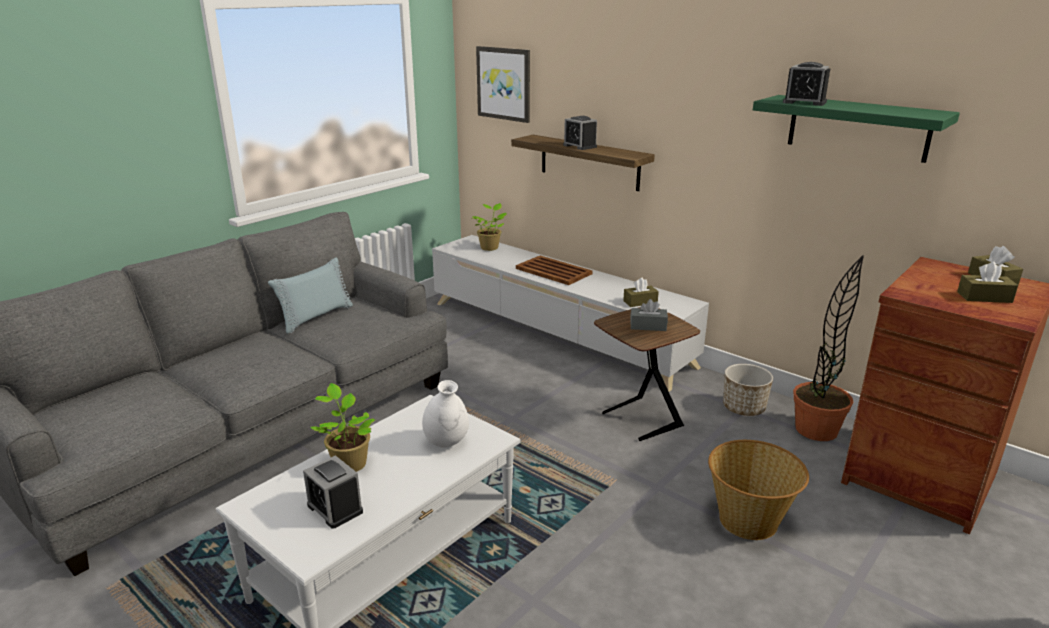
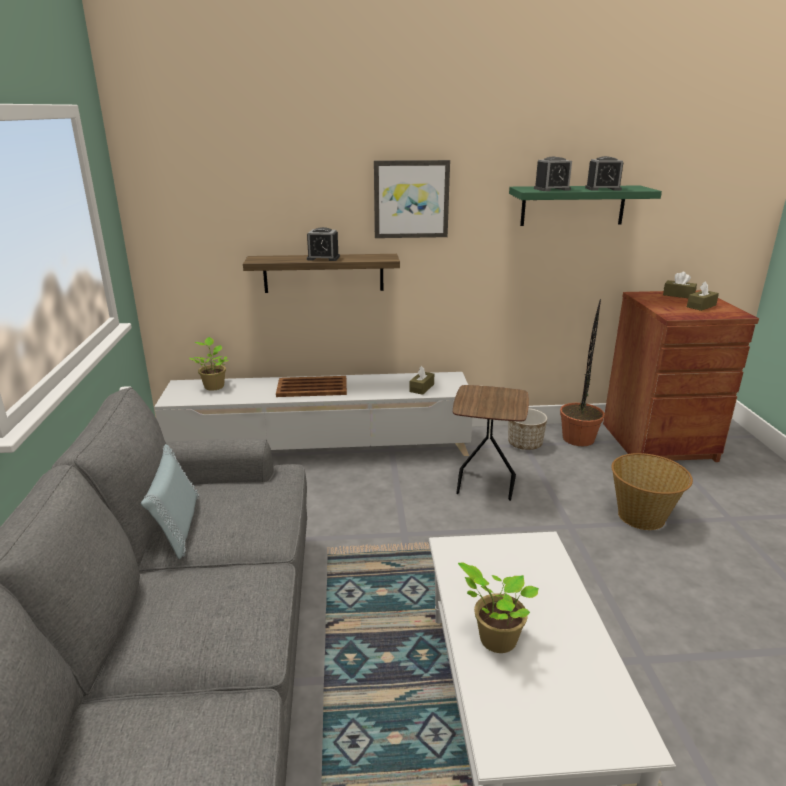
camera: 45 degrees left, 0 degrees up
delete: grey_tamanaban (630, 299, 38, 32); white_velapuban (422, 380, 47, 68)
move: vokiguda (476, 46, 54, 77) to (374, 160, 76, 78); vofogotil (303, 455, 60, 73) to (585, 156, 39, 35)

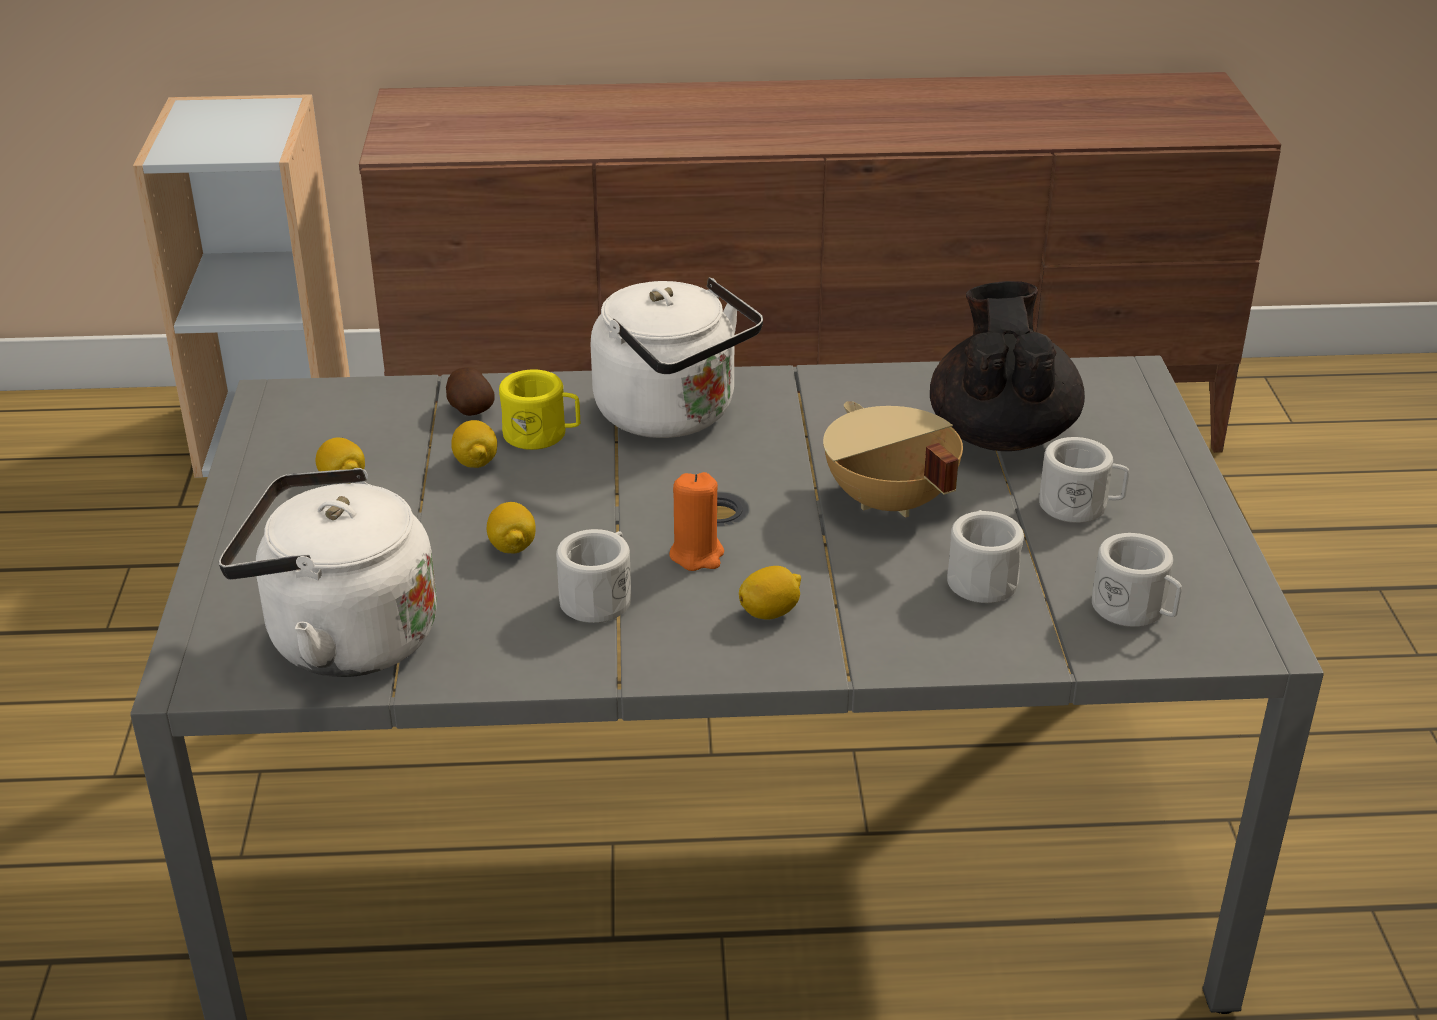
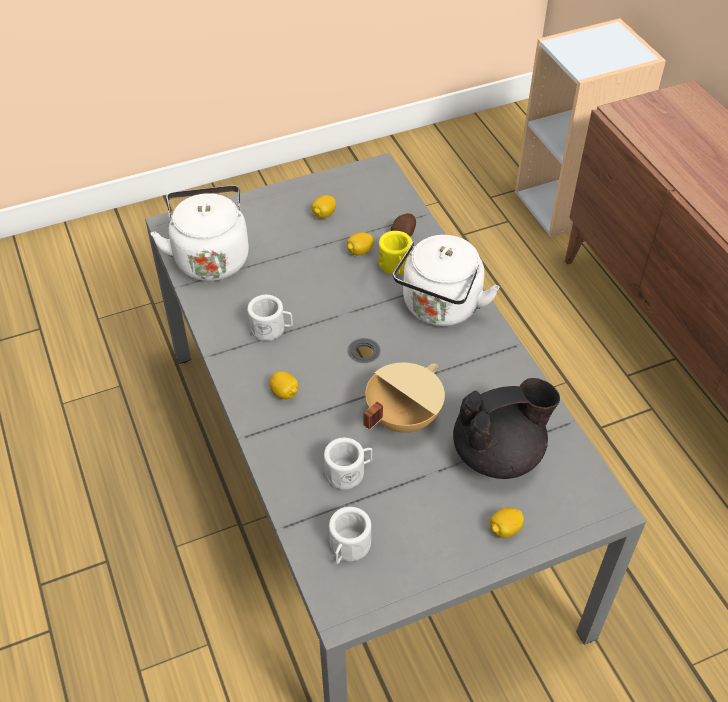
camera: 70 degrees right, 15 degrees up
delete: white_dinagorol (1039, 437, 90, 86); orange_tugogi (669, 472, 55, 99)
move: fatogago (487, 502, 49, 52) to (490, 507, 34, 31)

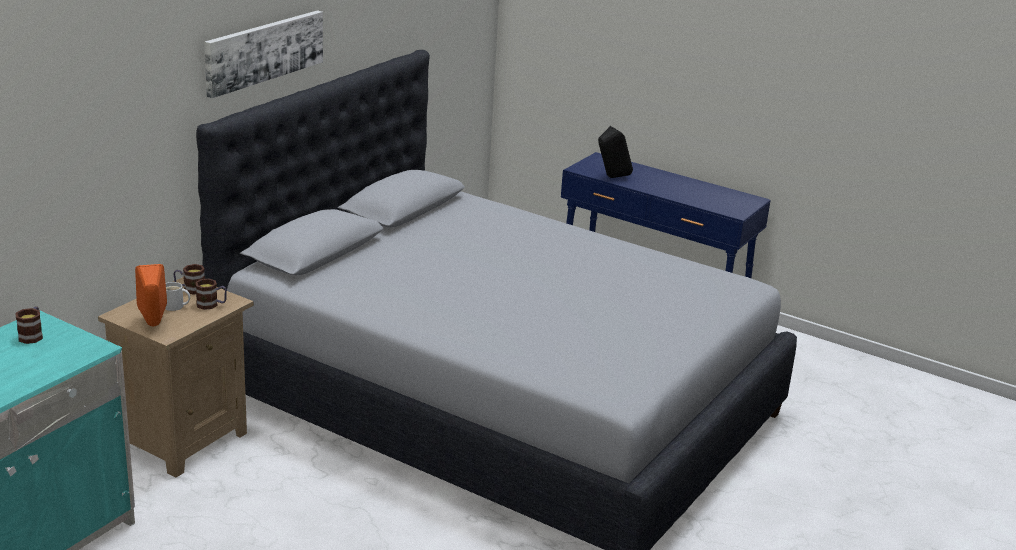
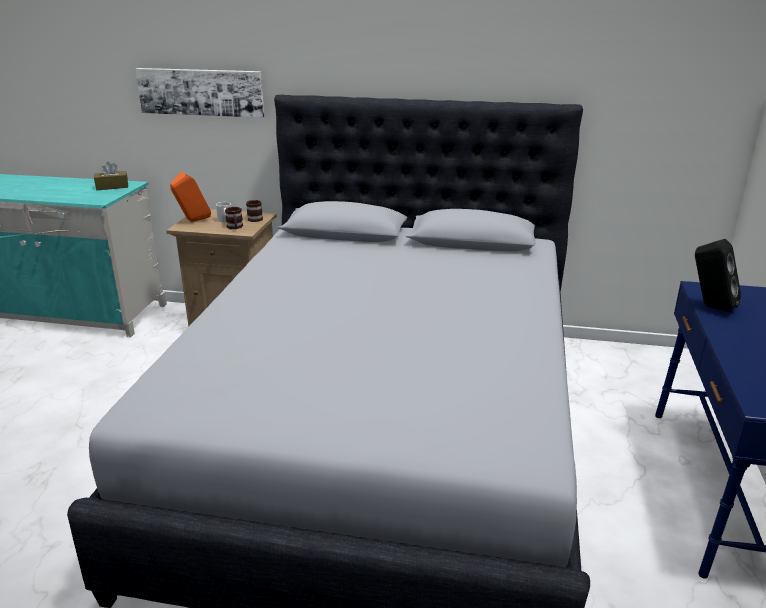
camera: 70 degrees right, 0 degrees up
move: vokiguda (204, 10, 119, 88) to (135, 68, 129, 50)
replace: dinagorol (16, 306, 27, 38) to brown_tamanaban (94, 162, 34, 28)

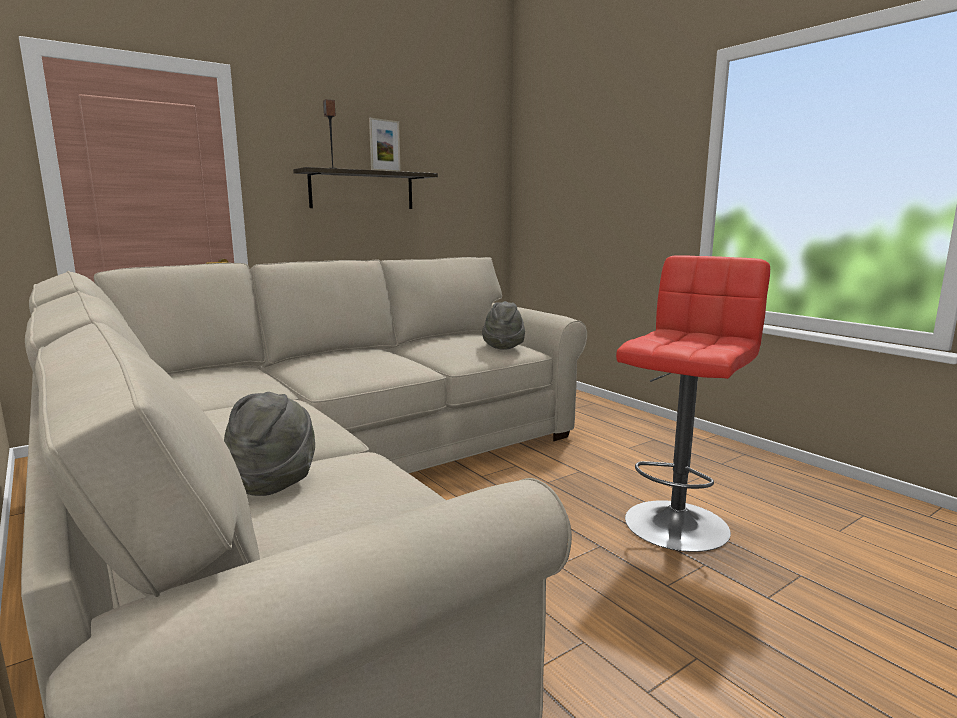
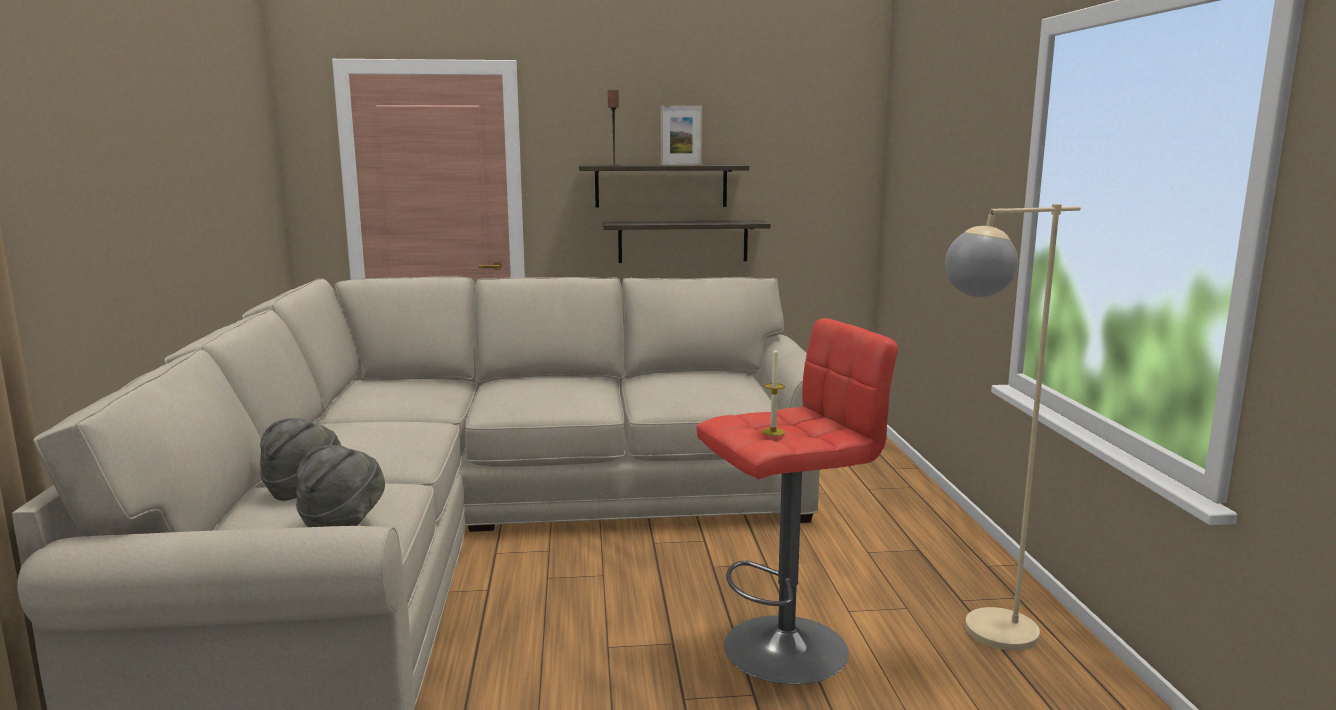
camera: 30 degrees right, 0 degrees up
insert: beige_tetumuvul (945, 204, 136, 447); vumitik (602, 220, 169, 43); tugogi (761, 347, 24, 89)
move: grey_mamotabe (482, 301, 43, 49) to (296, 445, 89, 82)

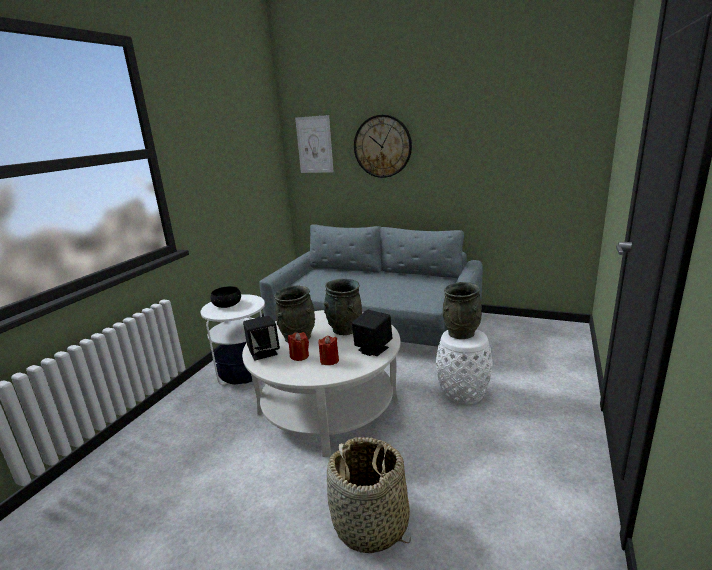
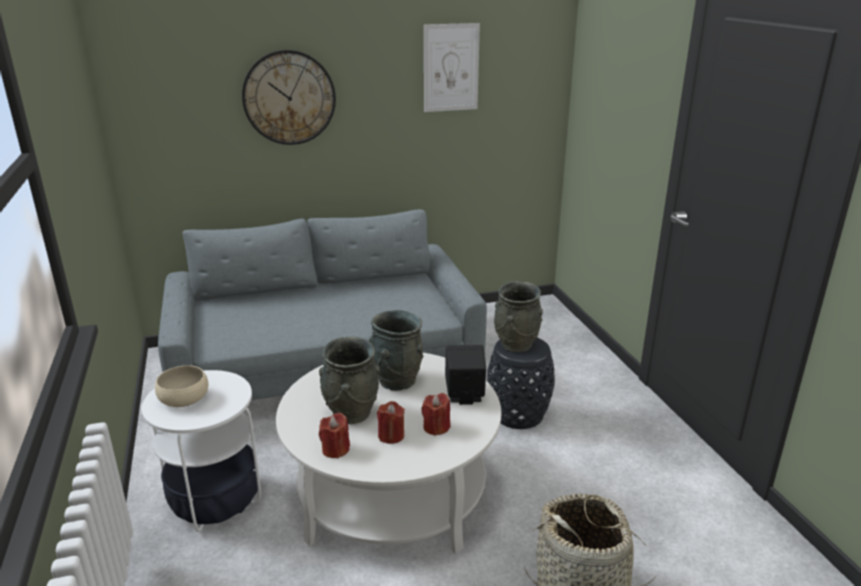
camera: 40 degrees left, 5 degrees up
move: vokiguda (295, 115, 39, 58) to (424, 23, 56, 89)
replace: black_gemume (243, 316, 37, 45) to red_tugogi (319, 413, 31, 46)
recolor: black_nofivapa (211, 286, 30, 22) to beige_nofivapa (155, 365, 53, 42); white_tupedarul (436, 329, 56, 76) to black_tupedarul (487, 337, 68, 92)

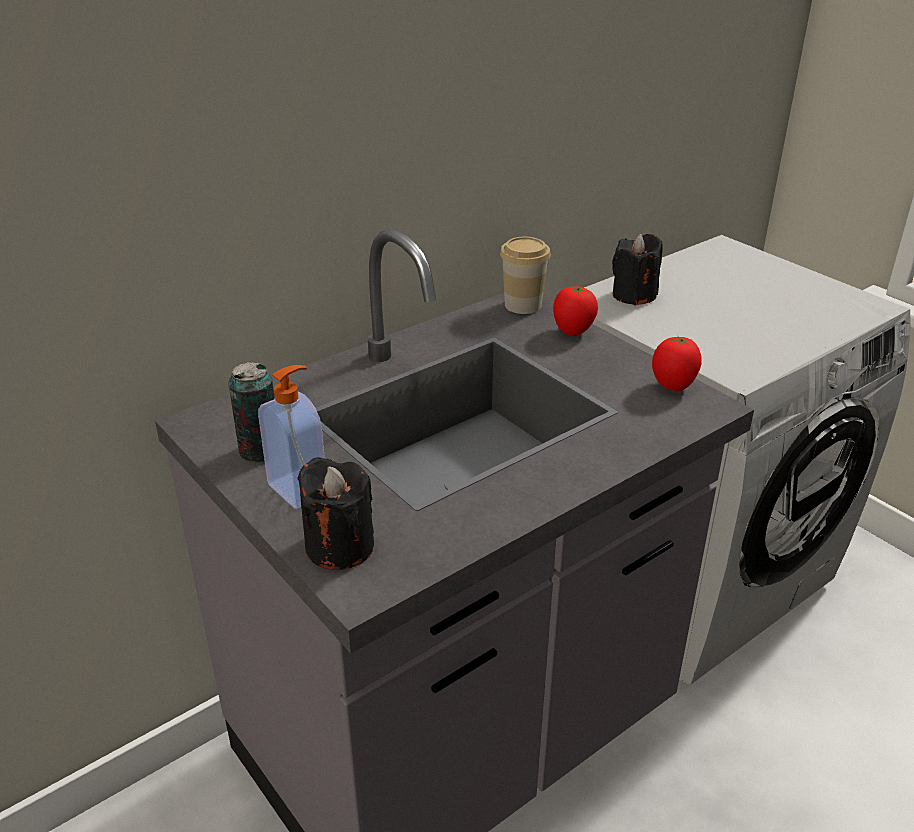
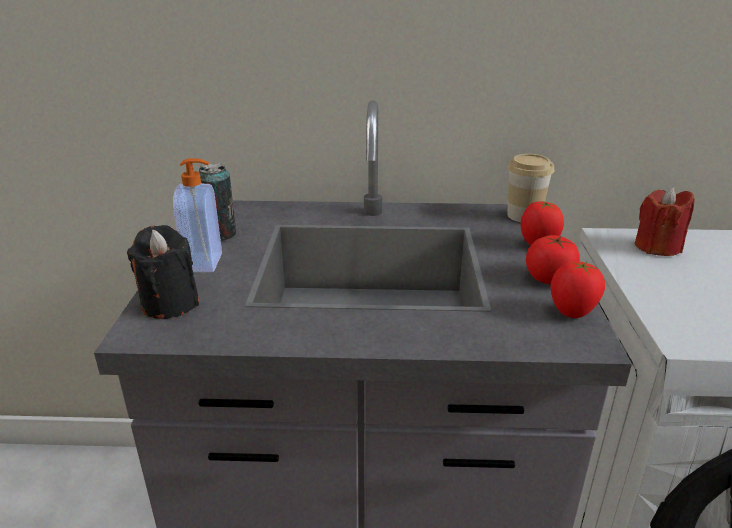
camera: 40 degrees right, 5 degrees down
insert: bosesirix (526, 235, 54, 50)
recolor: black_tugogi (612, 234, 51, 72) to red_tugogi (635, 187, 60, 69)

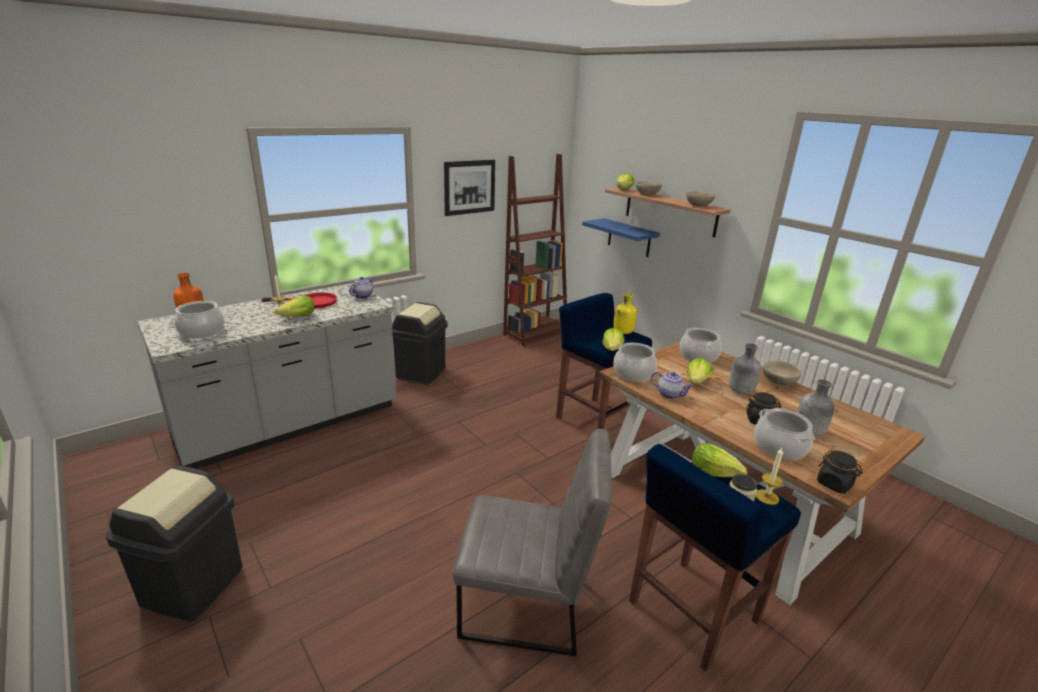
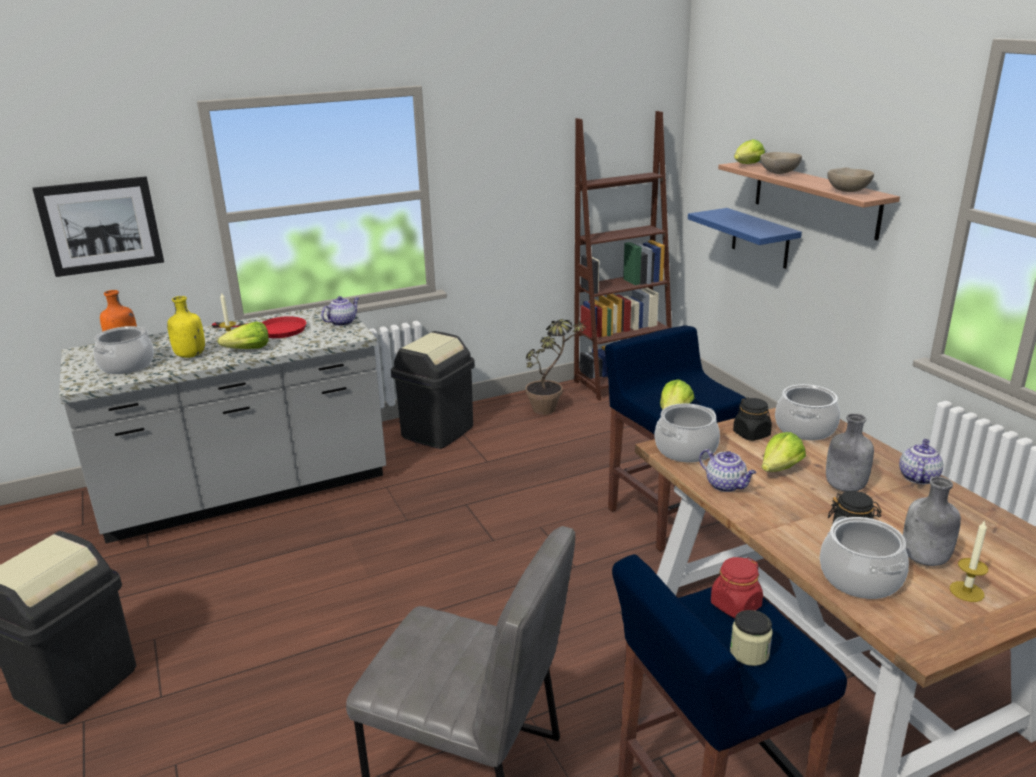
camera: 15 degrees right, 0 degrees up
insert: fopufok (525, 318, 63, 97)
move: vokiguda (444, 160, 51, 56) to (32, 176, 132, 101); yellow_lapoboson (614, 293, 23, 41) to (167, 296, 38, 62); tugogi (756, 448, 27, 57) to (950, 520, 38, 82); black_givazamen (817, 450, 45, 44) to (733, 397, 39, 44)
replace: beige_nofivapa (763, 361, 38, 25) to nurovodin (899, 439, 44, 45); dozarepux (692, 443, 55, 34) to red_givazamen (711, 557, 52, 61)

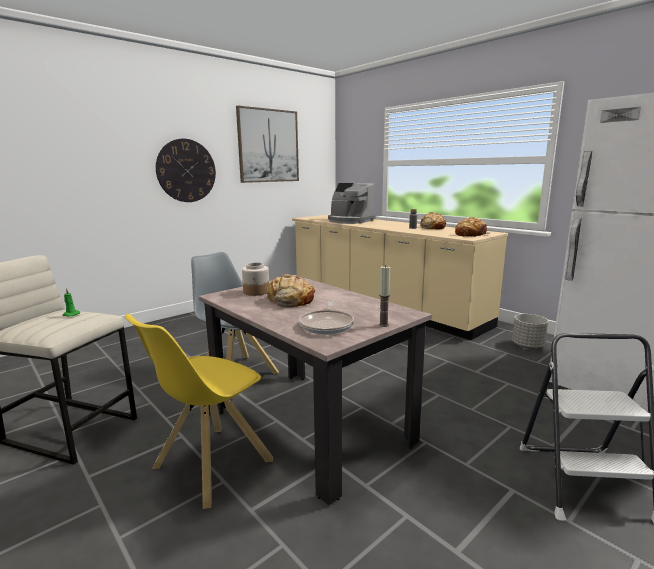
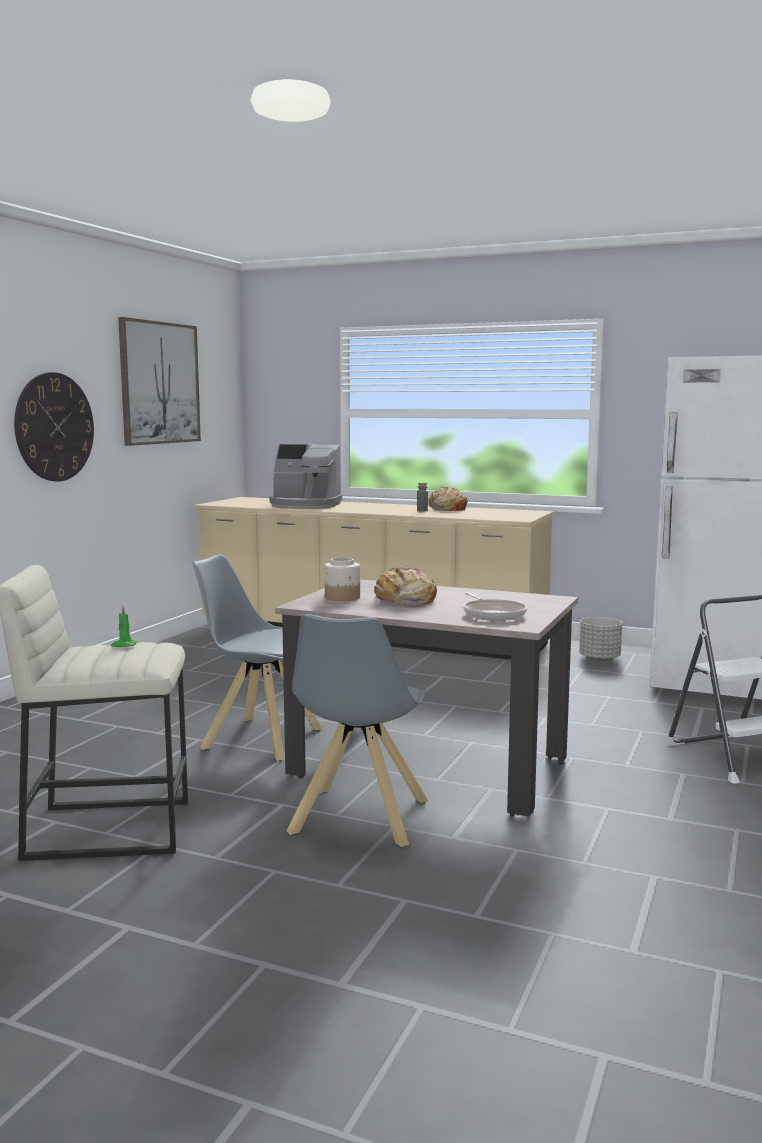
camera: 25 degrees left, 5 degrees down
delete: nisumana (455, 217, 34, 20); tugogi (379, 265, 11, 62)
recolor: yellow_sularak (125, 314, 148, 195) to grey_sularak (287, 614, 141, 233)

